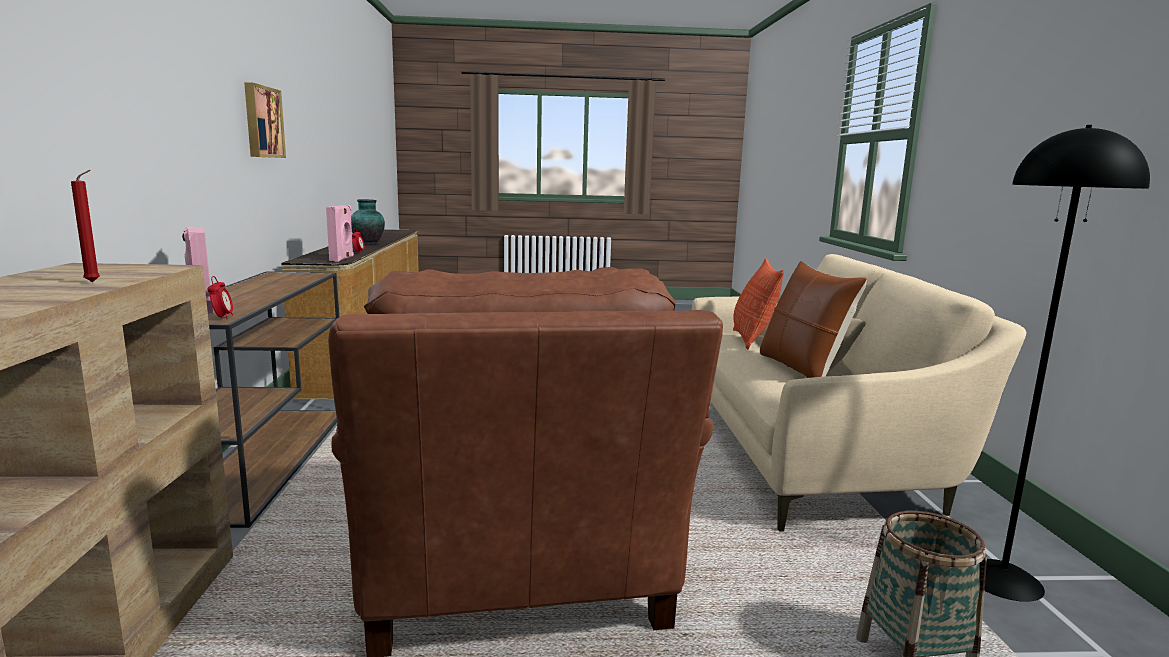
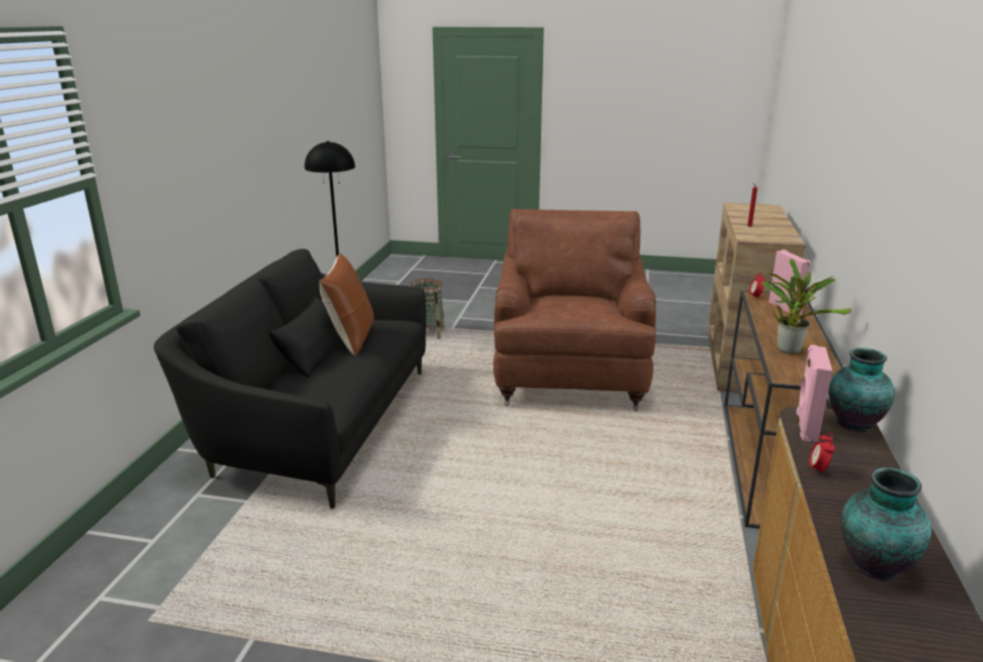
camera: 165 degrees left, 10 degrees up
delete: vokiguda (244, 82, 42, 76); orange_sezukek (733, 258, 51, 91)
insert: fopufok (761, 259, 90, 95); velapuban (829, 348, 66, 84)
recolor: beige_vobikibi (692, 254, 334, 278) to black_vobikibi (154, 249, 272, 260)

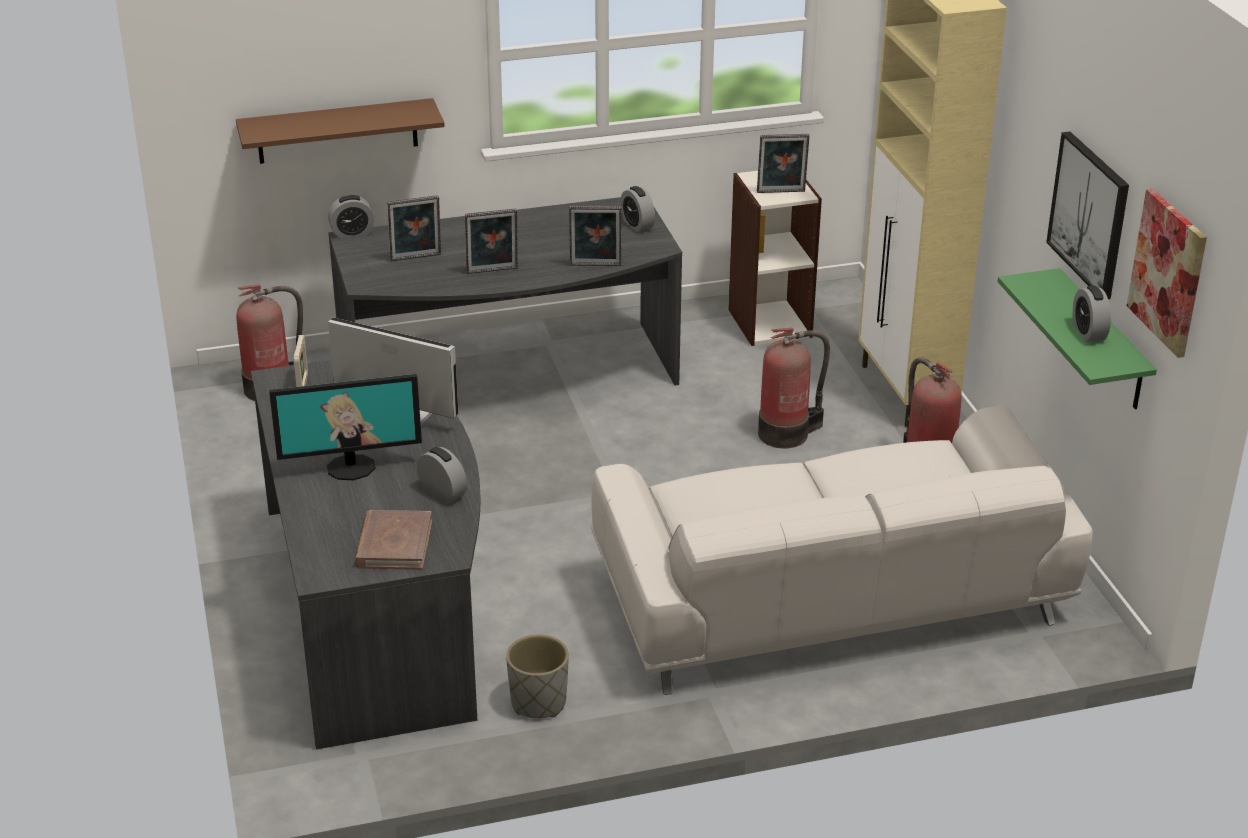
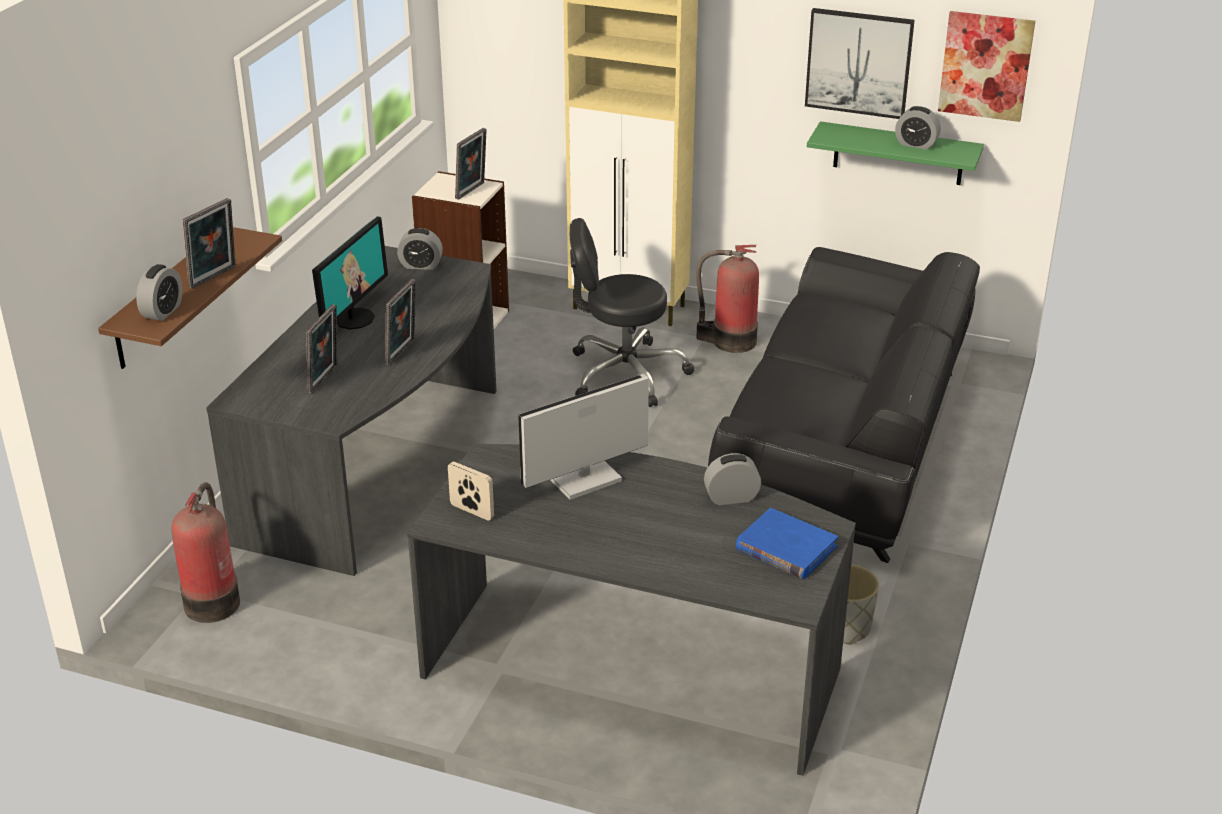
camera: 55 degrees left, 0 degrees up
move: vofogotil (328, 195, 46, 44) to (136, 264, 47, 57); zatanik (569, 206, 52, 60) to (183, 198, 53, 91); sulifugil (269, 374, 153, 106) to (312, 216, 76, 114)
replace: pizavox (758, 328, 72, 120) to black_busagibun (570, 218, 124, 189)
recolor: white_vobikibi (591, 405, 502, 290) to black_vobikibi (708, 247, 272, 316); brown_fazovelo (354, 510, 78, 60) to blue_fazovelo (736, 508, 102, 71)

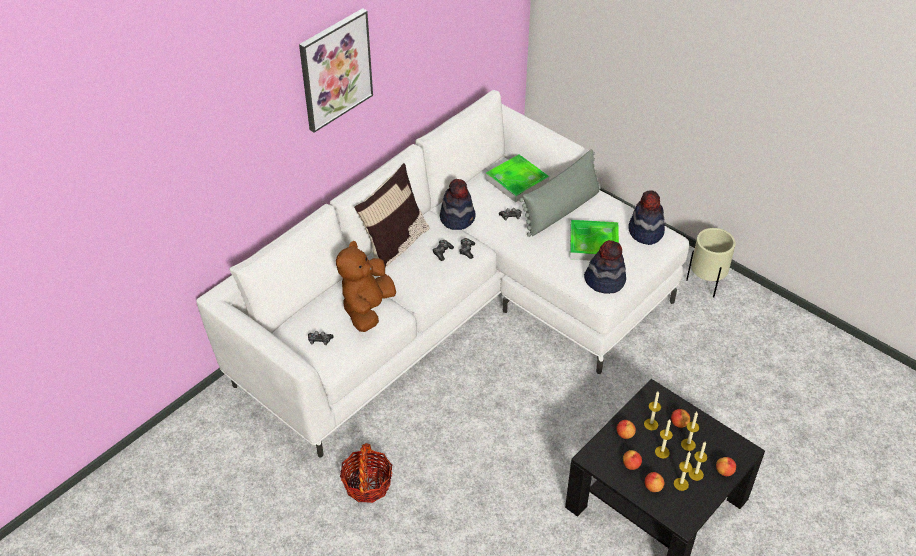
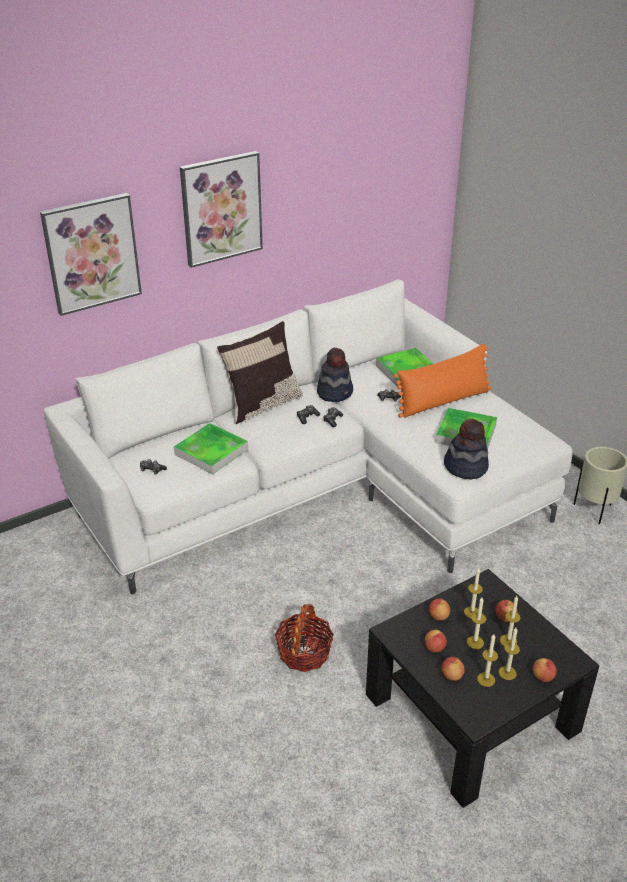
camera: 15 degrees right, 10 degrees down
delete: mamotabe (628, 190, 37, 55)
insert: vokiguda (40, 193, 102, 123)
move: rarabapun (340, 443, 52, 60) to (275, 604, 59, 68)
replace: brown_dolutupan (336, 241, 60, 91) to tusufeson (174, 423, 74, 51)
recolor: grey_sezukek (519, 149, 82, 88) to orange_sezukek (394, 344, 97, 74)

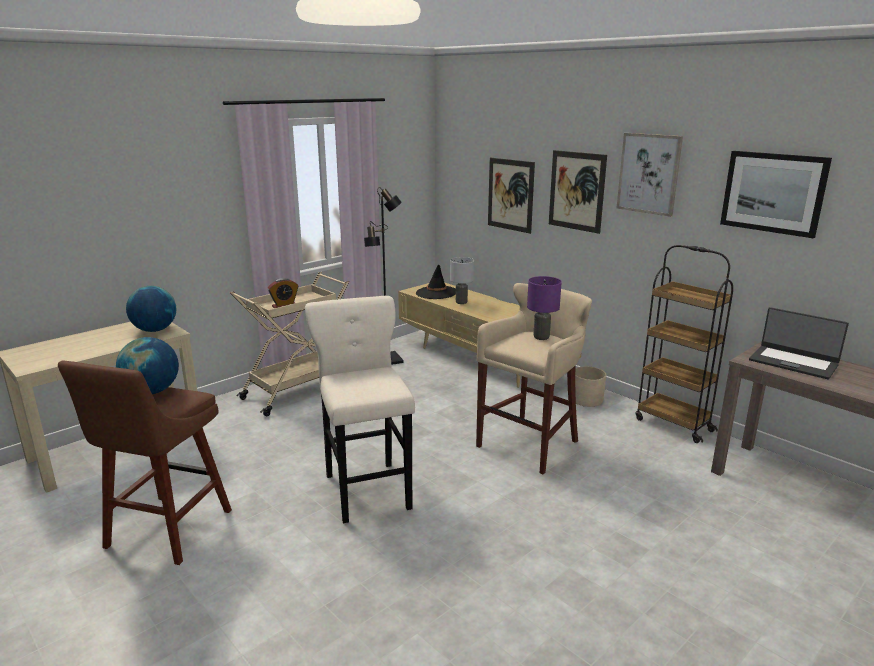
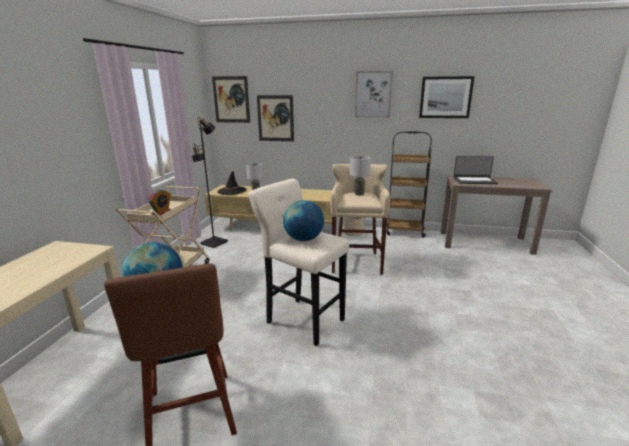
camera: 35 degrees left, 0 degrees up
move: vokiguda (549, 150, 58, 84) to (212, 76, 38, 47); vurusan (126, 286, 50, 46) to (283, 200, 41, 41)
recolor: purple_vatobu (527, 276, 35, 64) to white_vatobu (350, 156, 21, 39)

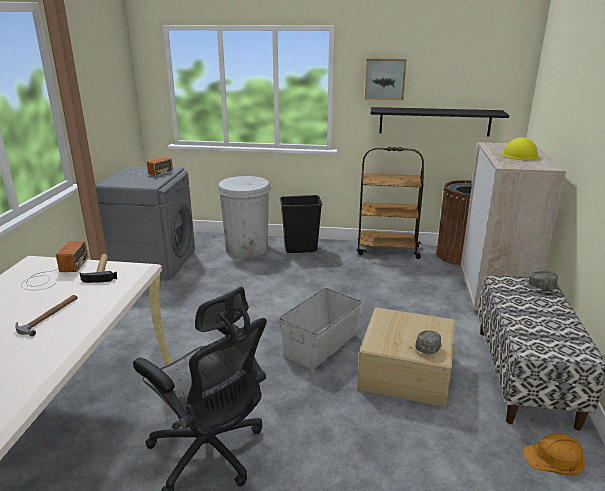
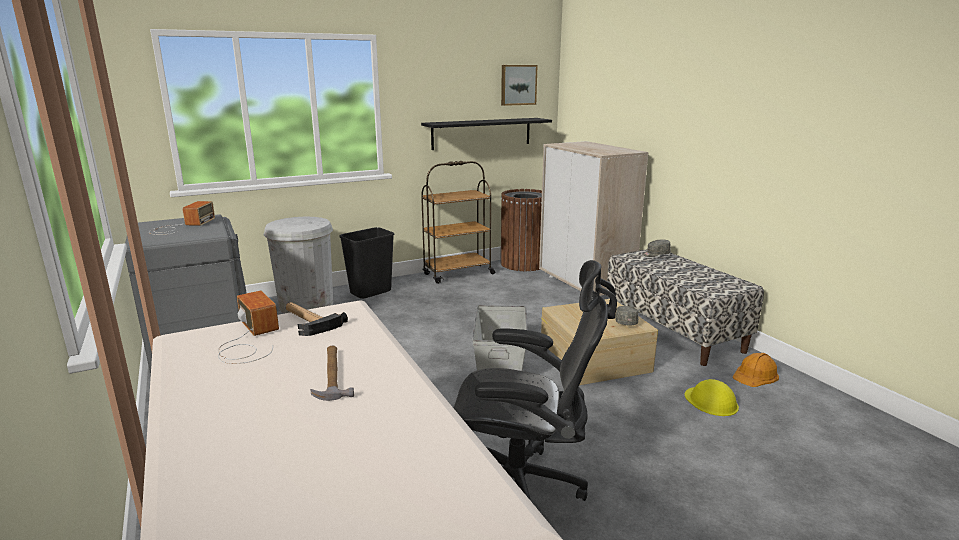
camera: 35 degrees left, 5 degrees down
move: vokiguda (365, 59, 41, 41) to (501, 65, 37, 41); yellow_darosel (502, 137, 37, 23) to (685, 379, 54, 37)

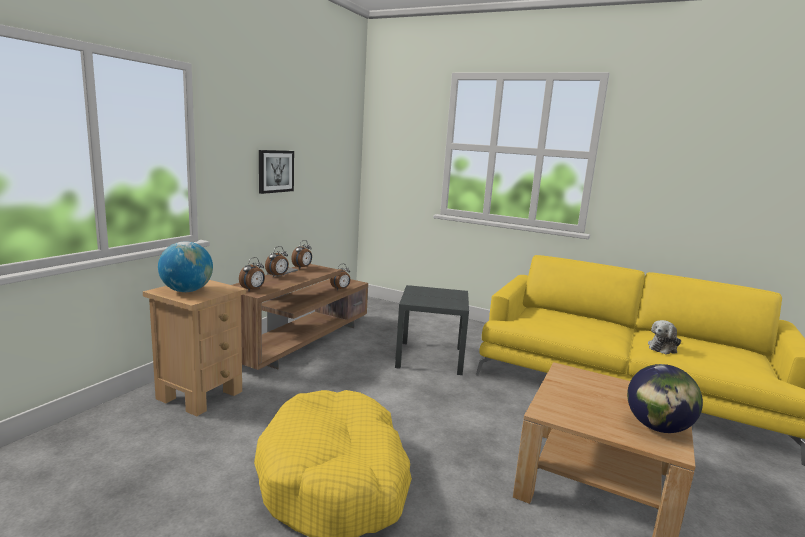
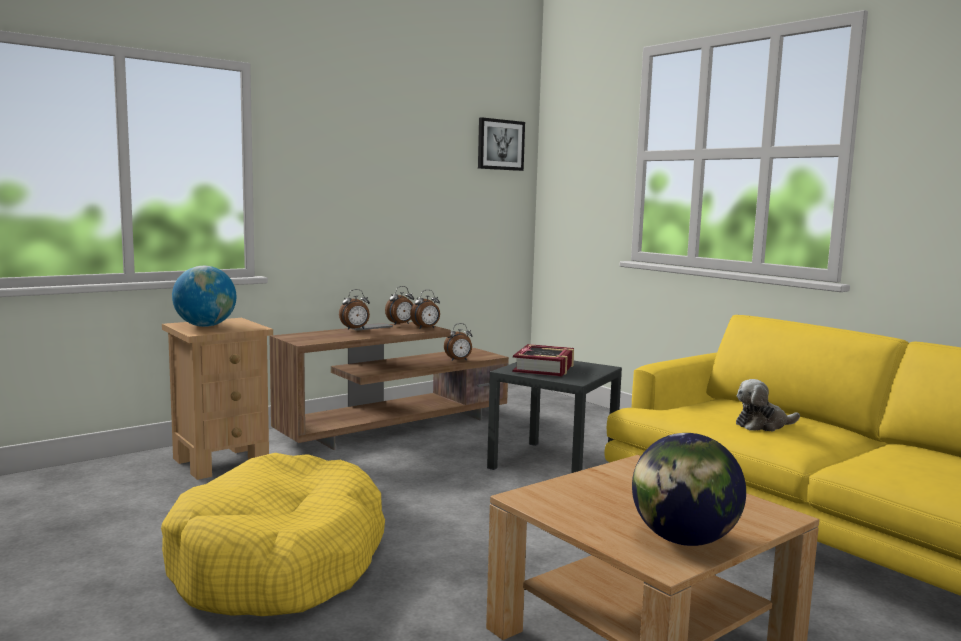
camera: 25 degrees right, 5 degrees down
insert: fazovelo (512, 344, 62, 32)
move: vokiguda (259, 150, 35, 44) to (478, 117, 47, 54); vofogotil (239, 257, 26, 34) to (410, 290, 30, 39); dolutupan (648, 320, 33, 35) to (736, 379, 64, 52)

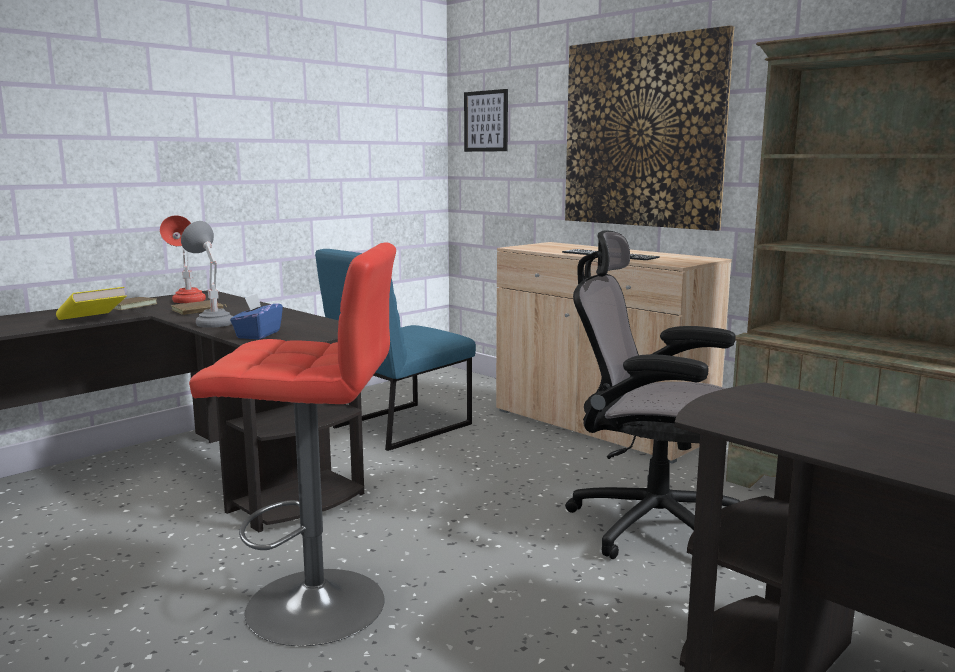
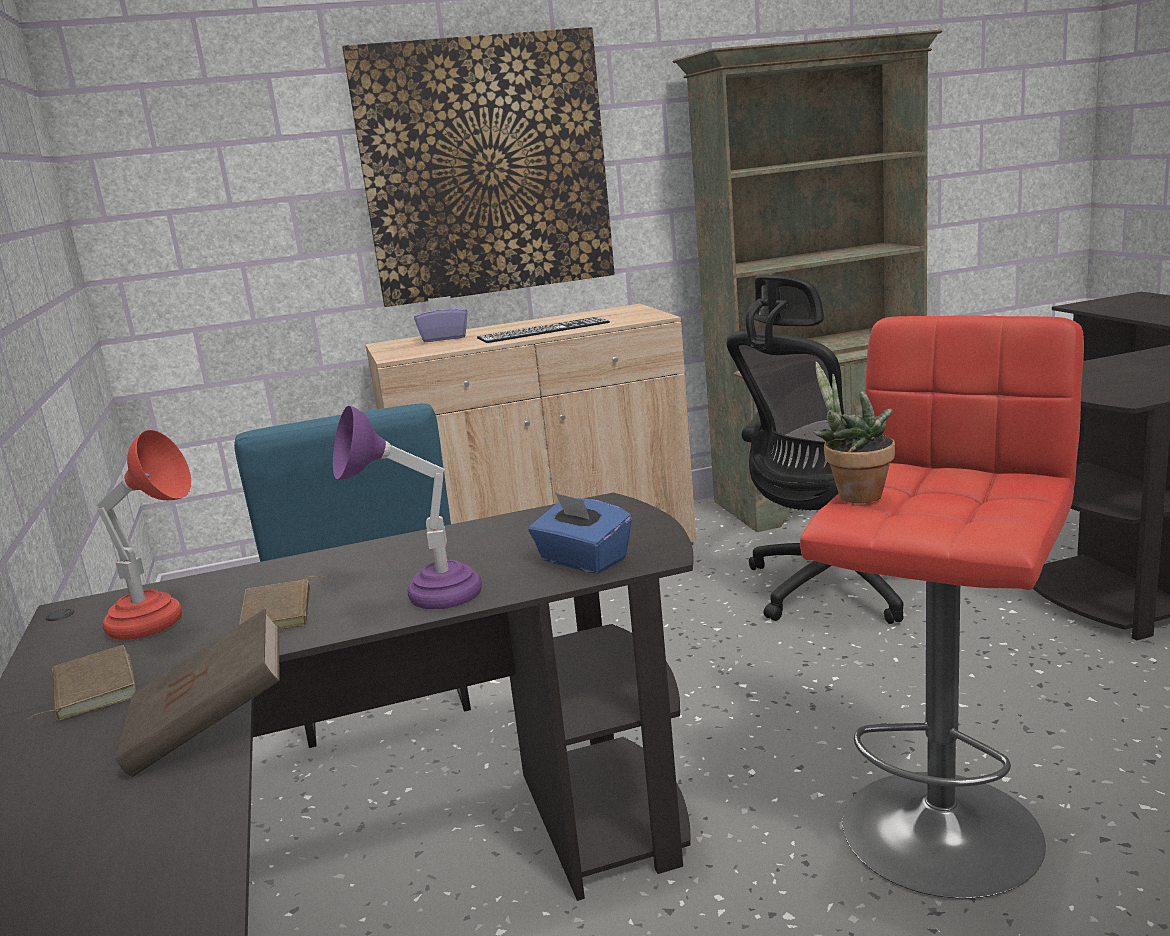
camera: 60 degrees left, 5 degrees up
delete: vokiguda (464, 89, 44, 63)
insert: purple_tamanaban (414, 296, 53, 46); fopufok (813, 362, 82, 141)
recolor: grey_vatobu (181, 221, 52, 107) to purple_vatobu (333, 406, 149, 203); yellow_fazovelo (56, 287, 71, 33) to brown_fazovelo (115, 609, 165, 168)

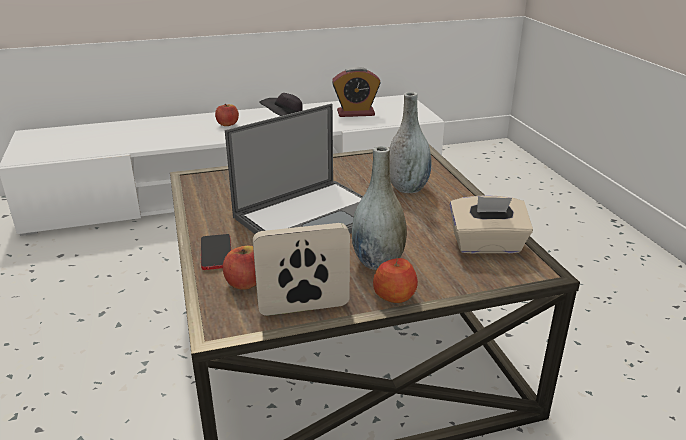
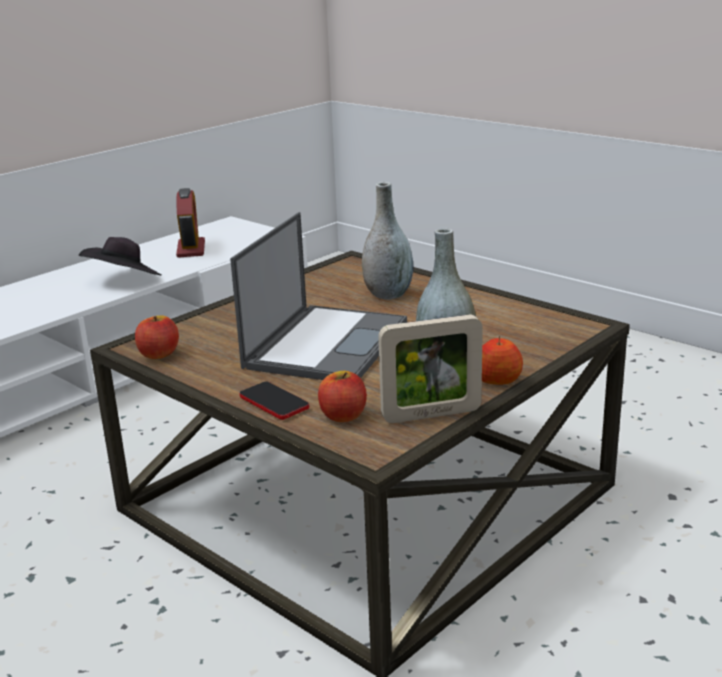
camera: 30 degrees left, 5 degrees down
delete: beige_tamanaban (450, 195, 83, 59)
move: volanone (215, 104, 24, 22) to (135, 315, 44, 44)
rotate: vofogotil (332, 67, 49, 50) = (176, 188, 29, 70) 60 degrees counterclockwise; zatanik (253, 223, 97, 93) = (378, 315, 105, 108) 150 degrees counterclockwise

